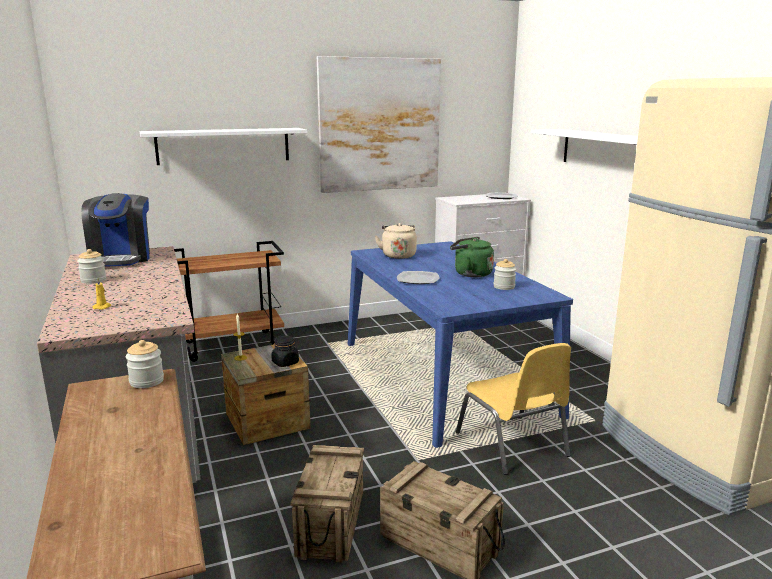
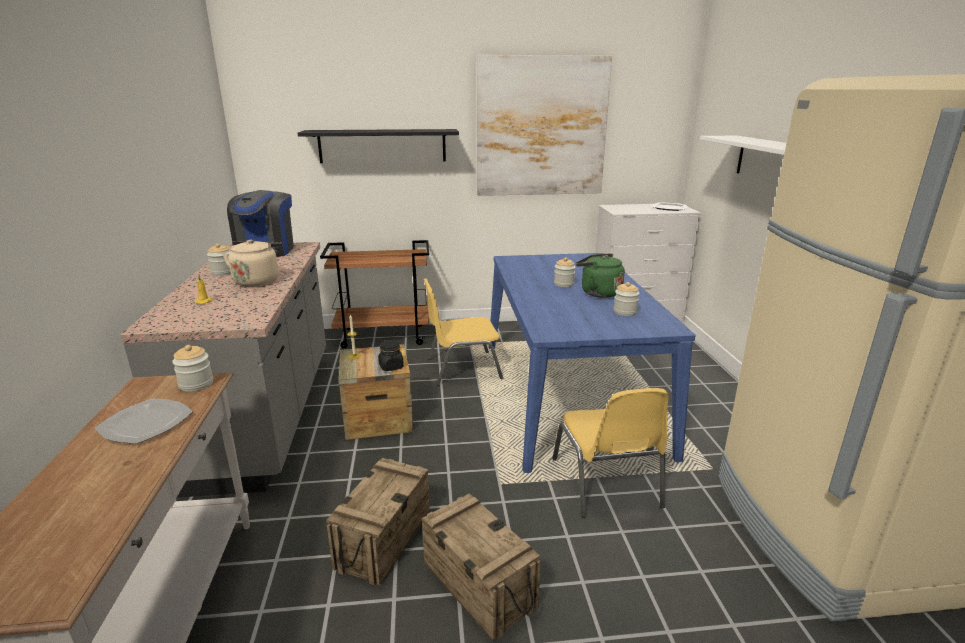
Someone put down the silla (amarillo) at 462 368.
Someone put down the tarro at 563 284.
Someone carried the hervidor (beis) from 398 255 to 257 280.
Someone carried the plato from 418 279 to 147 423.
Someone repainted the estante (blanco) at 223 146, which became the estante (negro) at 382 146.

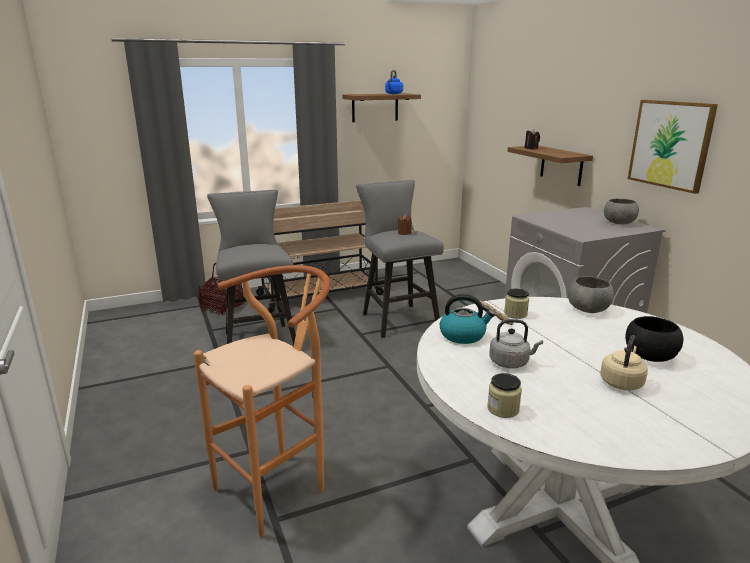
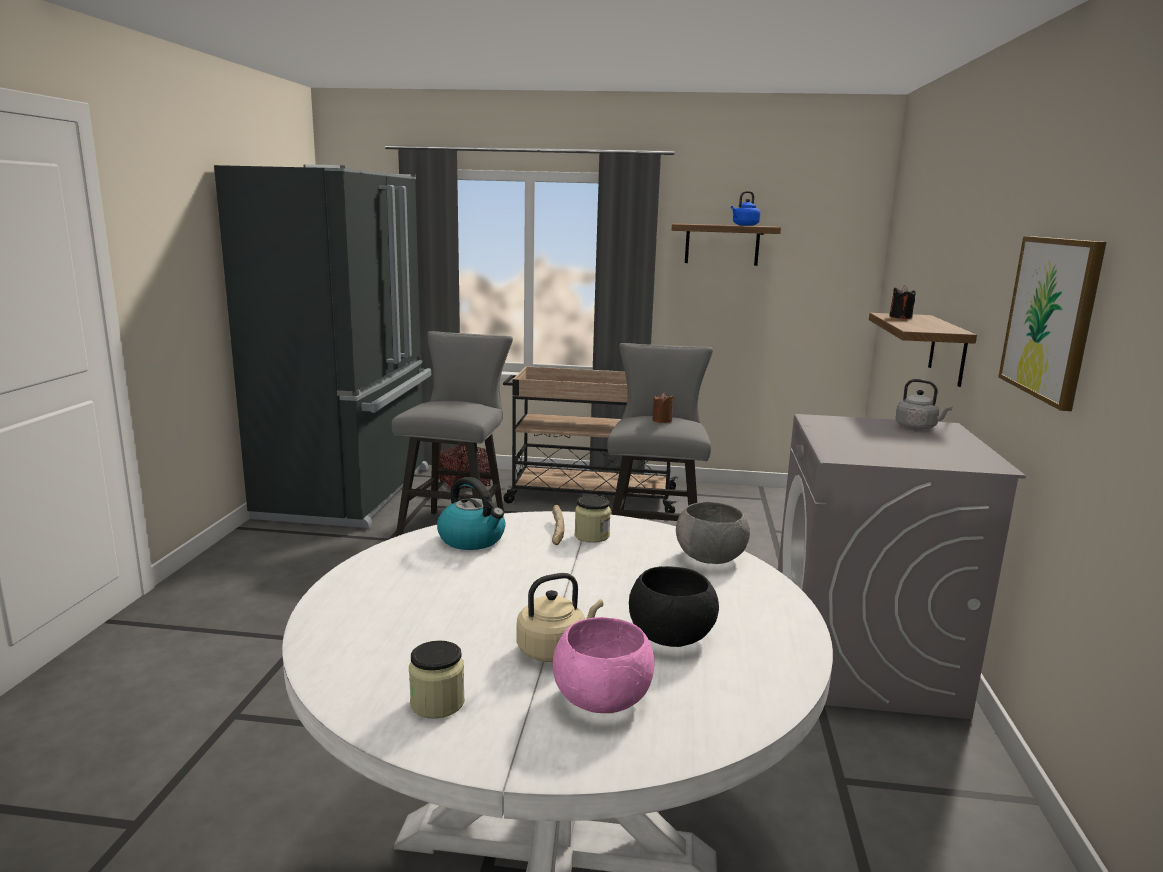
Someone took away the taburete (marrón) at 279 486.
Someone took away the cuenco (gris) at 619 223.
Someone put down the nevera (negro) at 351 492.
Someone put down the cuenco (rosa) at 600 699.
Someone carried the tarro from 503 409 to 437 703.
Someone carried the hervidor (gris) from 511 362 to 918 427.

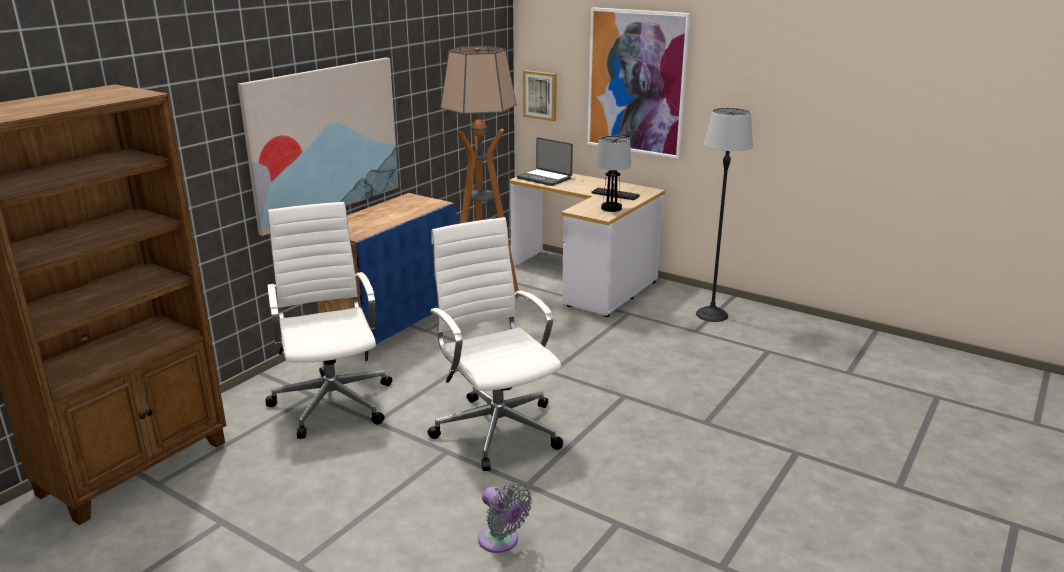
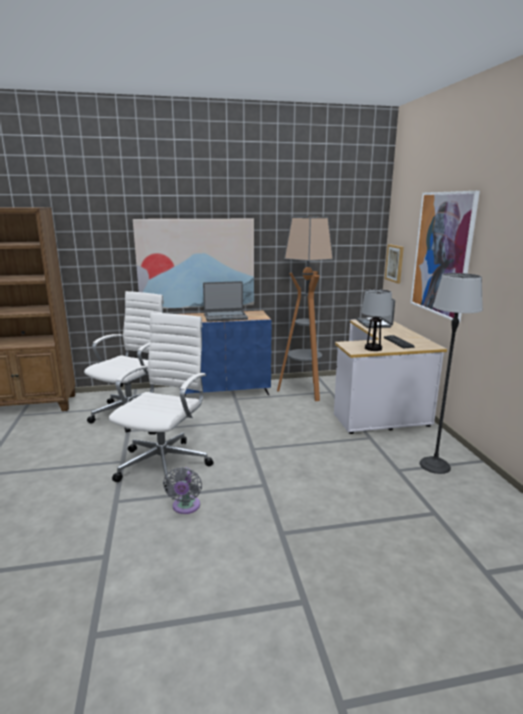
Someone put down the portátil at 225 317.
Someone carried the ventilador (gris) from 501 541 to 185 507.

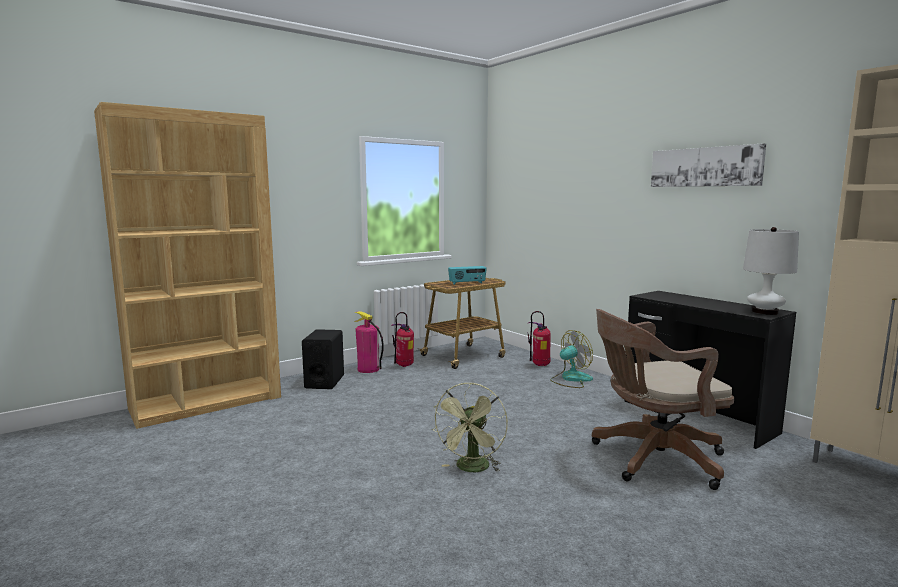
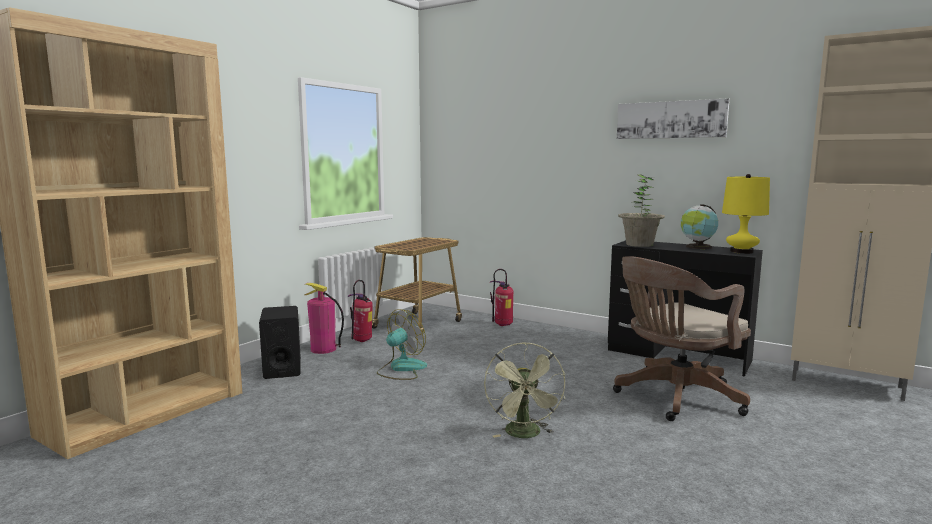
Someone took away the radio at 467 283.
Someone put down the planta en maceta at 639 244.
Someone put down the globo terráqueo at 697 247.
Someone carried the ventilador from 570 379 to 401 369.
Someone repainted the lámpara de mesa (blanco) at 764 312, which became the lámpara de mesa (amarillo) at 741 251.

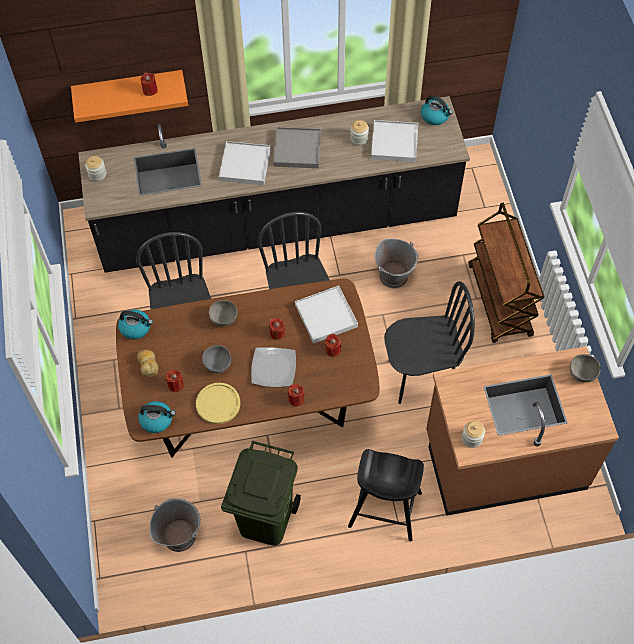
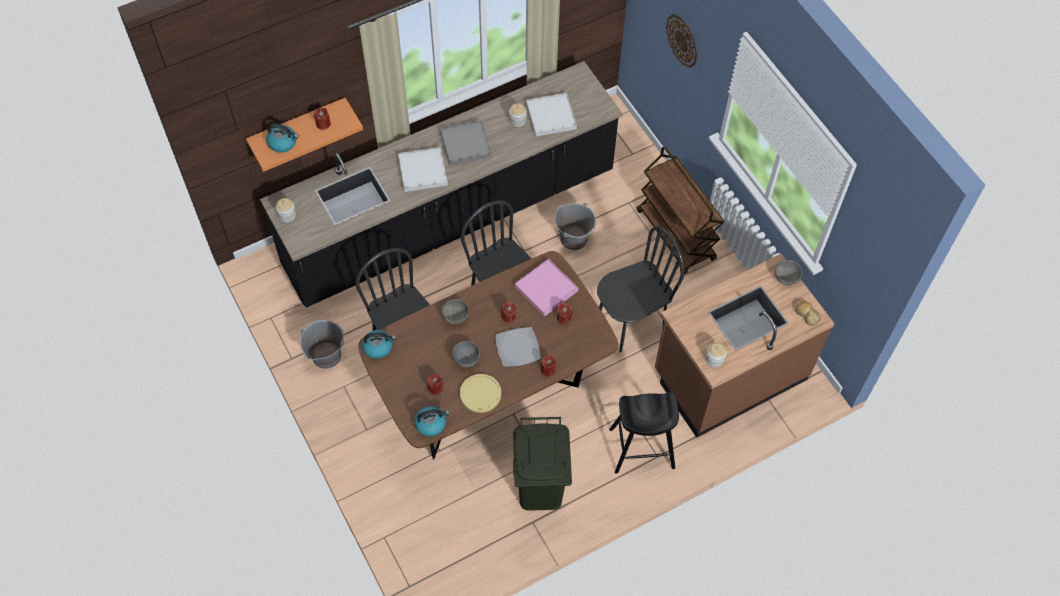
Someone put up the reloj de pared at 682 40.
Someone carried the pan from 148 364 to 807 315.
Someone carried the cubo (gris) from 179 535 to 326 355.
Someone carried the hervidor from 435 116 to 283 142.
Someone repainted the bandeja (blanco) at 326 316, which became the bandeja (rosa) at 546 289.

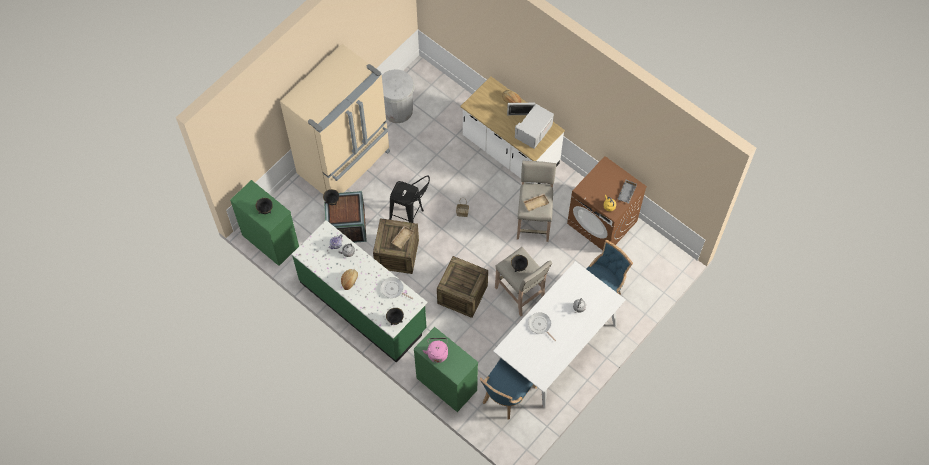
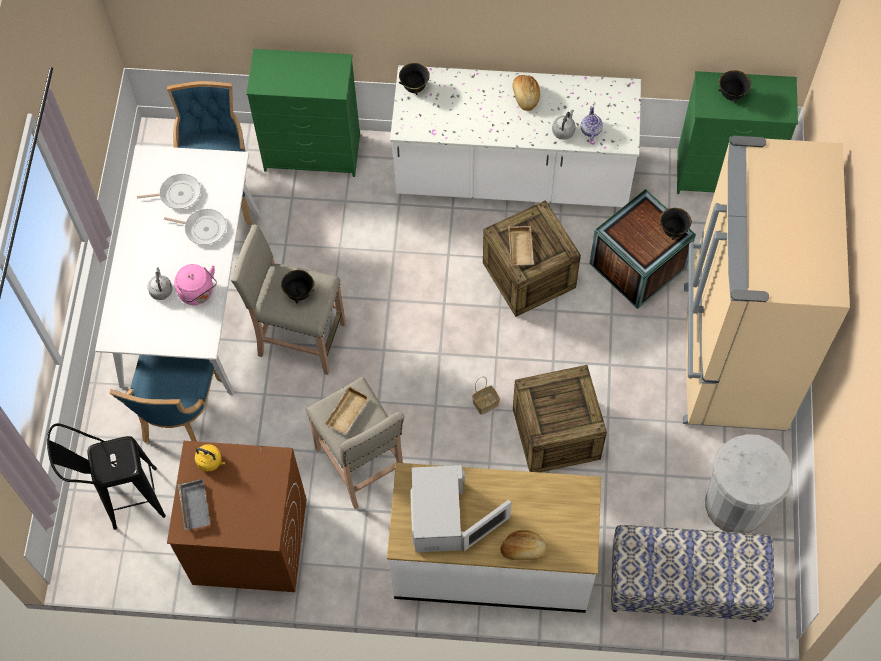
Someone put down the banco at 684 586.
Someone carried the sartén from 393 289 to 177 194.
Someone carried the taburete (negro) from 411 219 to 124 501.
Someone carried the hervidor (rosa) from 437 353 to 198 293.
Someone carried the caja de embalaje from 462 294 to 556 434.
Someone repainted the mueble bajo de cocina (verde) at 363 305, which became the mueble bajo de cocina (blanco) at 512 176.

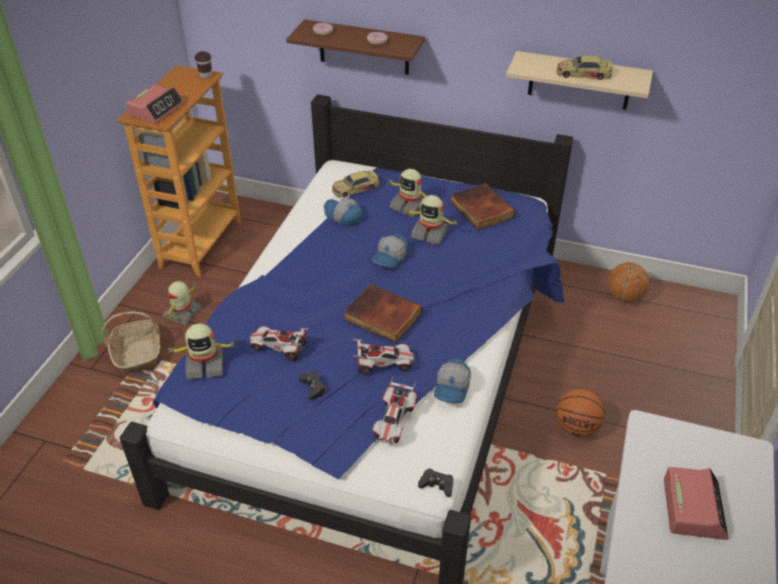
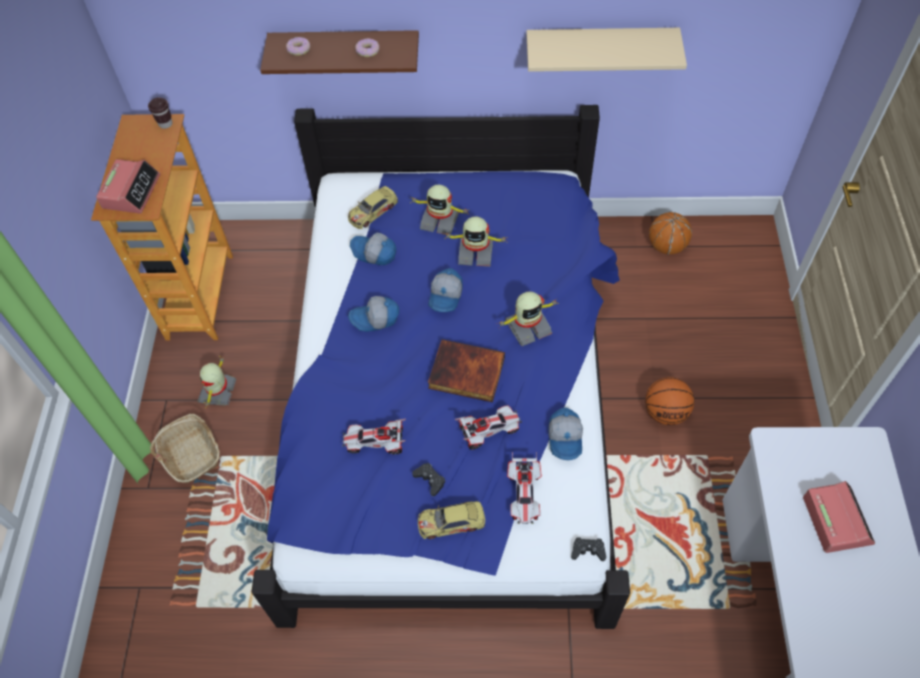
Someone took away the libro at 480 209.
Someone put down the gorra at 375 319.
Someone carried the robot de juguete from 205 364 to 527 326.
Someone carried the coche de juguete from 583 73 to 451 522.

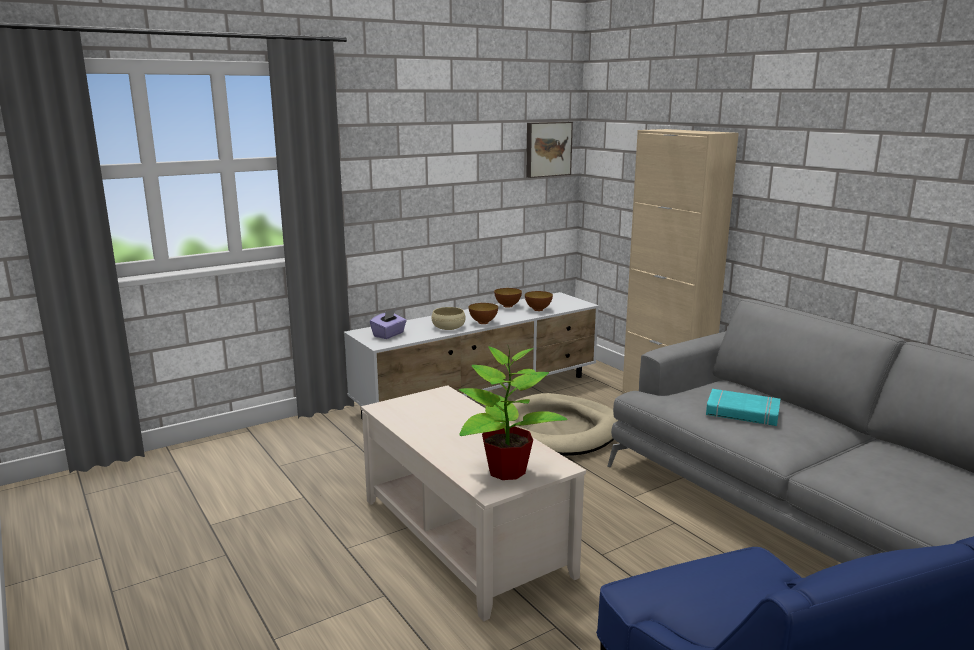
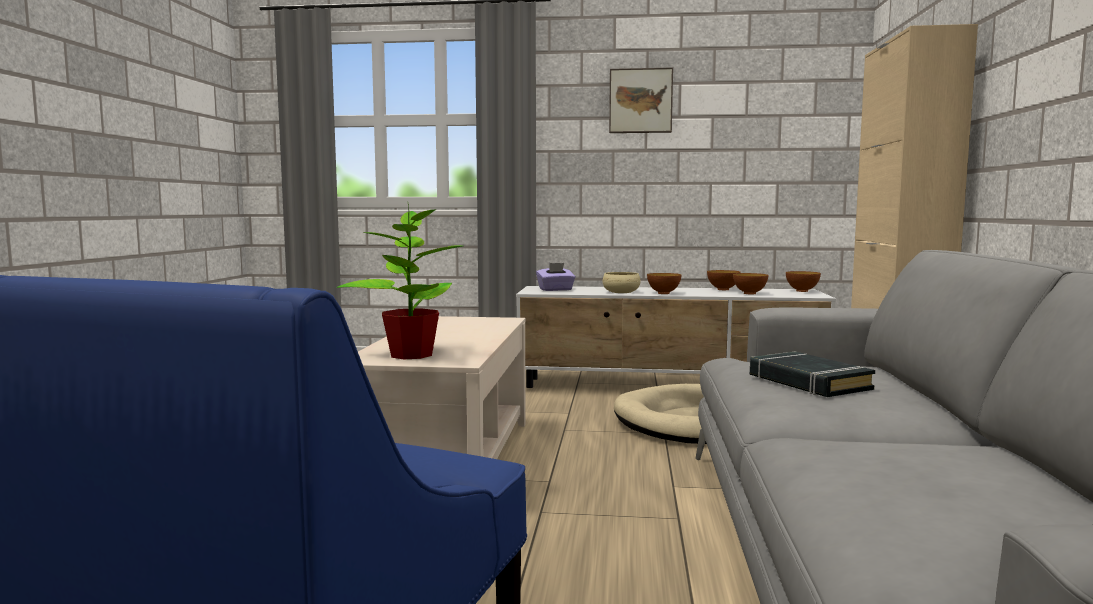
Someone put down the cuenco at 802 291.
Someone carried the cuadro from 547 149 to 640 101.
Someone repainted the libro (turquesa) at 742 413, which became the libro (negro) at 808 382.

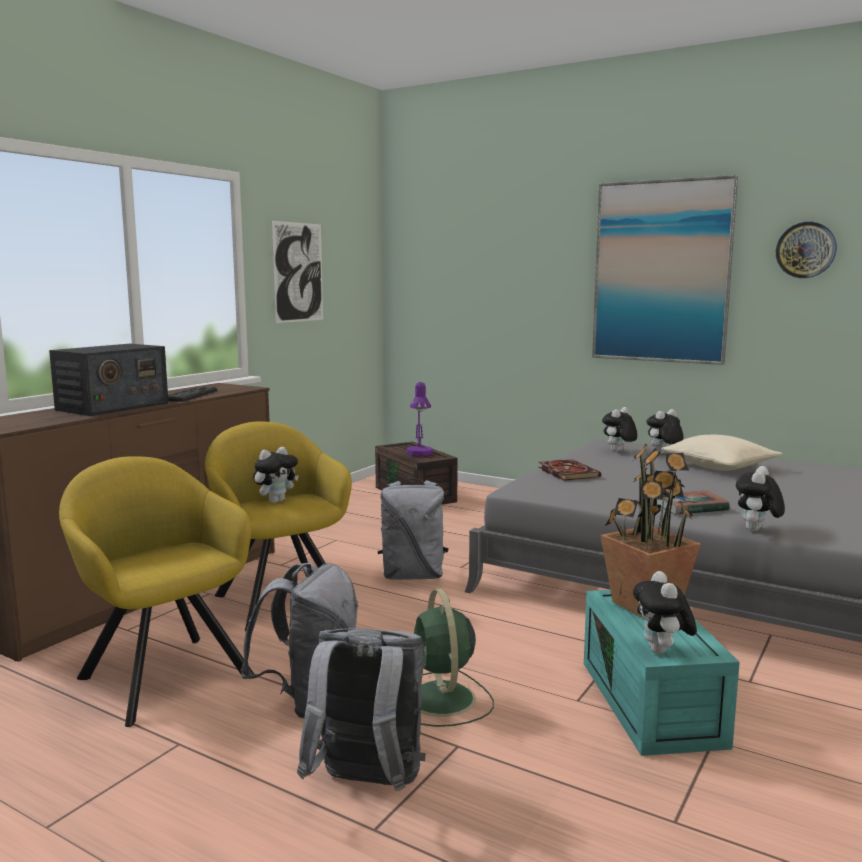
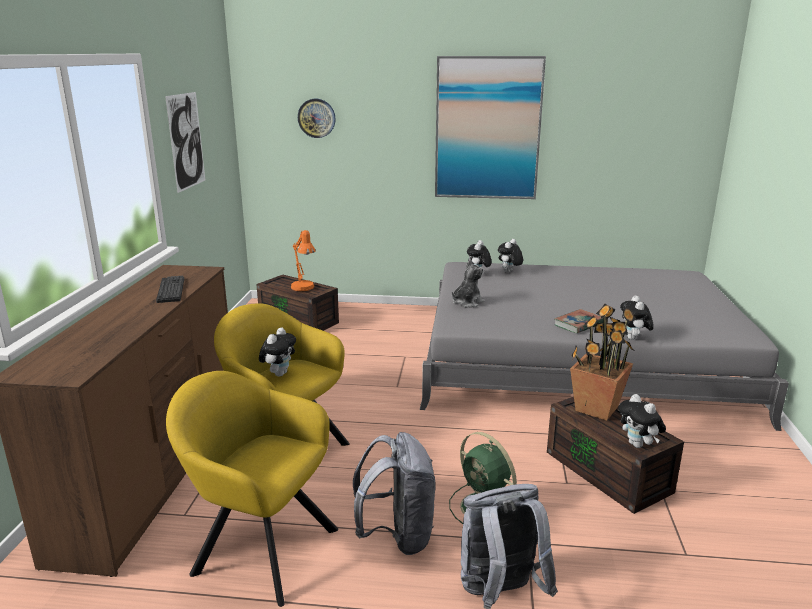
Someone took away the radio at 112 407.
Someone took away the mochila (gris) at 413 576.
Someone took away the cojín (beis) at 719 466.
Someone carried the reloj de pared from 805 250 to 316 118.
Someone swapped the libro at 566 472 for the peluche at 467 302.
Someone repainted the lámpara de mesa (morado) at 420 454, which became the lámpara de mesa (naranja) at 304 289.
Someone repainted the caja de almacenaje (turquesa) at 654 703, which became the caja de almacenaje (marrón) at 610 472.

